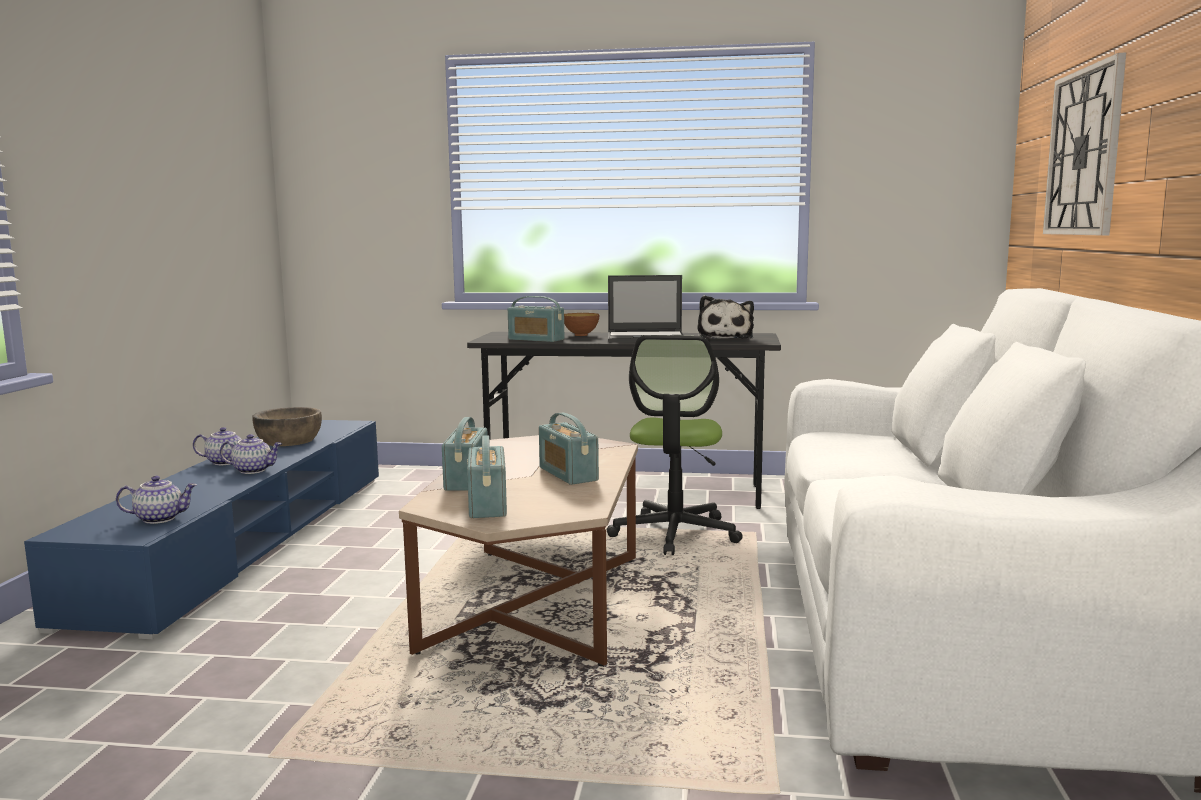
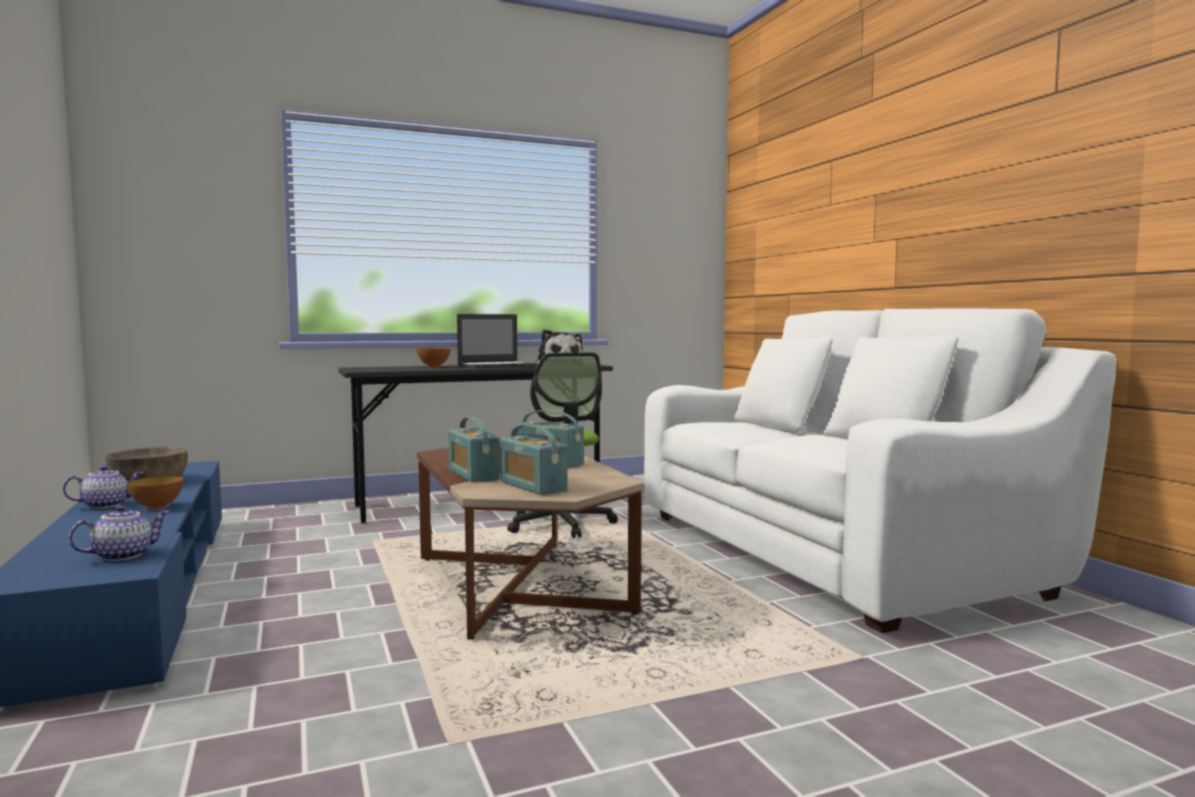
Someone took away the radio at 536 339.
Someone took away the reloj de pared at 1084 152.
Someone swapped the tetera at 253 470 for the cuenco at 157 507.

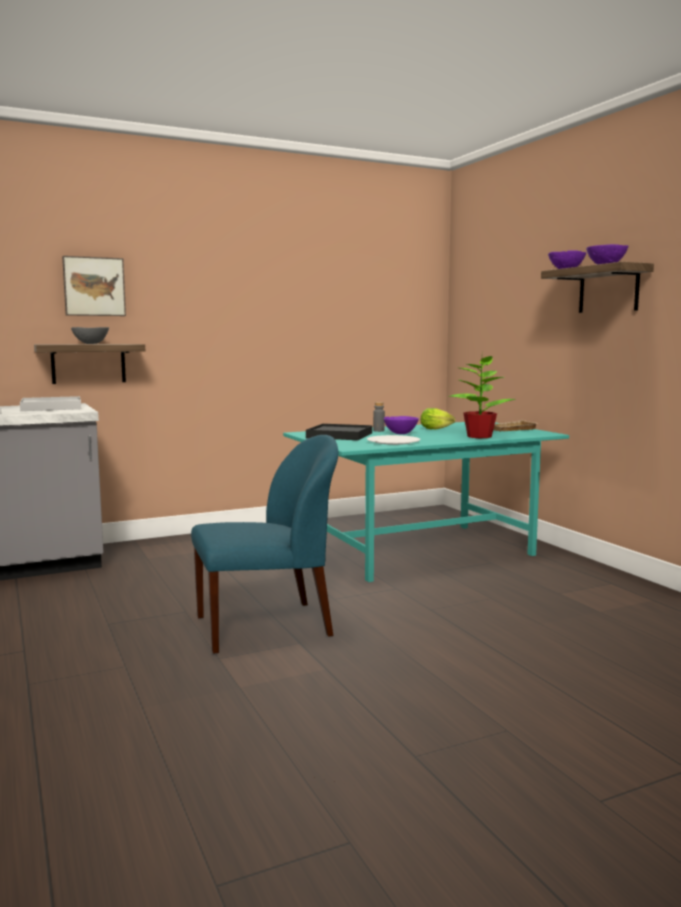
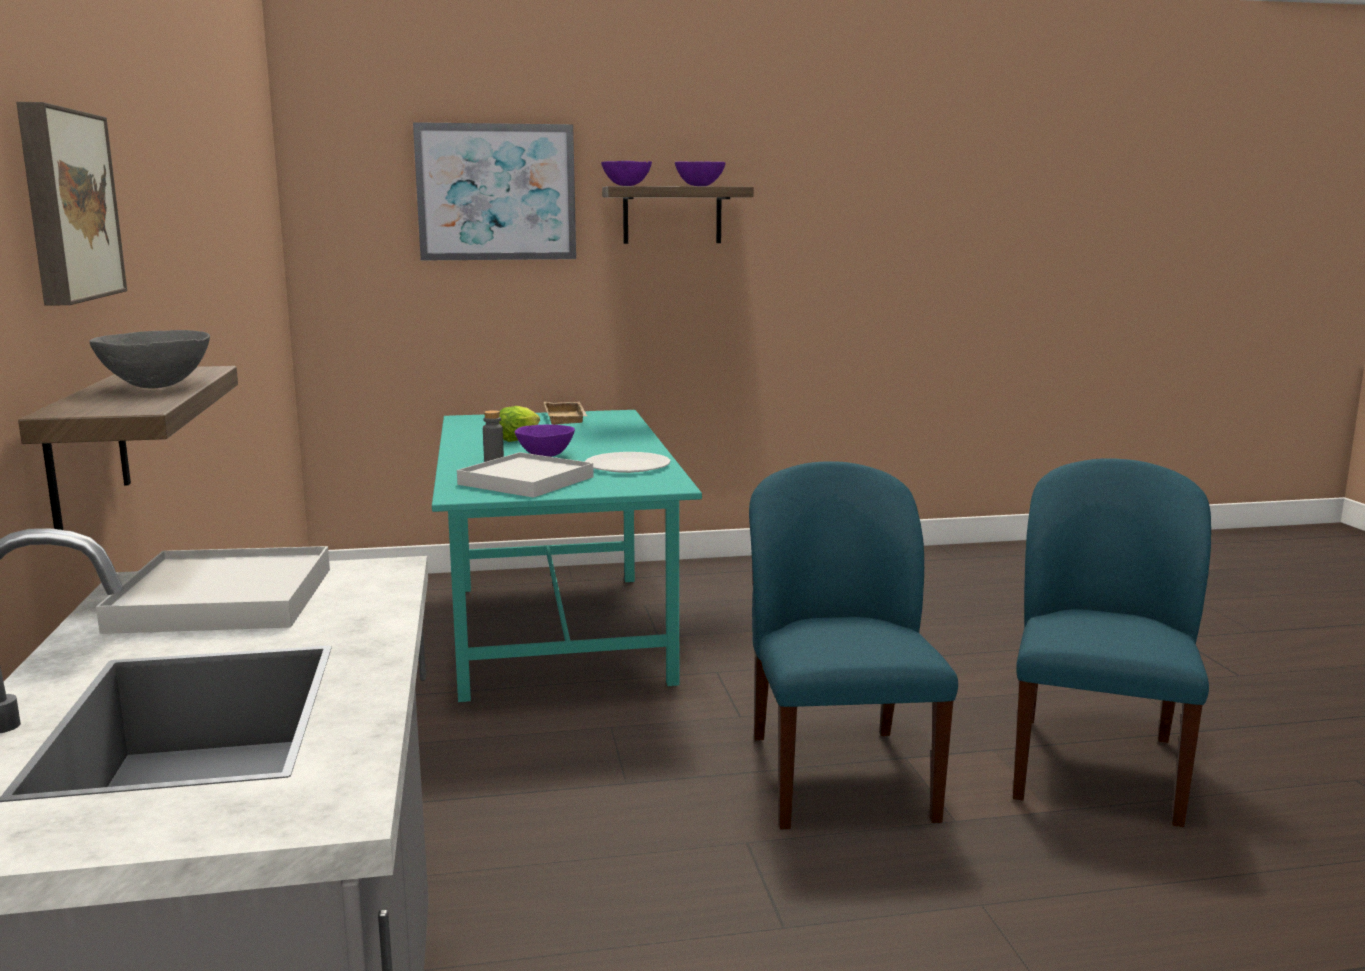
Someone took away the planta en maceta at 479 436.
Someone put up the cuadro at 496 192.
Someone put down the silla (azul) at 1095 767.
Someone repainted the bandeja (negro) at 339 435, which became the bandeja (blanco) at 526 481.

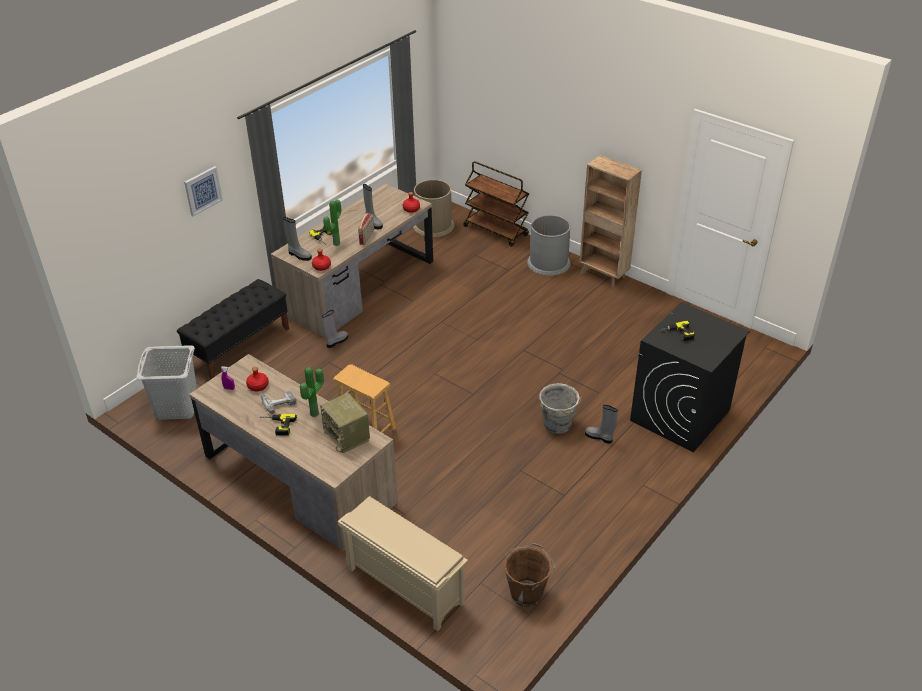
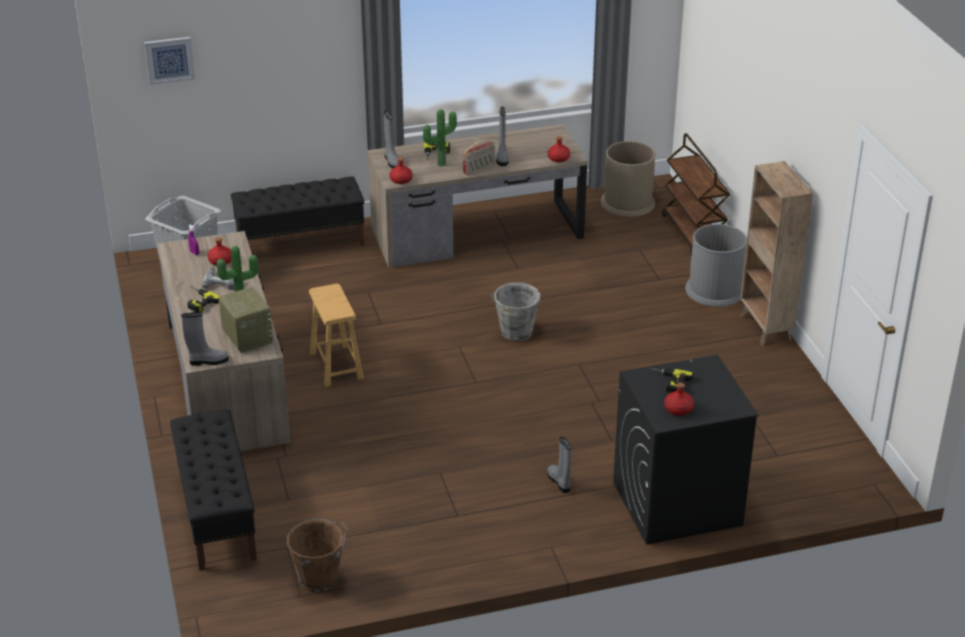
Someone put down the botella (rojo) at 678 409.
Someone carried the cuadro from 203 190 to 169 60.
Someone carried the bota (gris) from 336 341 to 207 361.
Someone carried the cubo (gris) from 557 425 to 516 333.
Someone swapped the zapatero (beis) at 403 586 for the banco (negro) at 216 514.
Someone rotated the radio at 347 436 by 150 degrees clockwise.

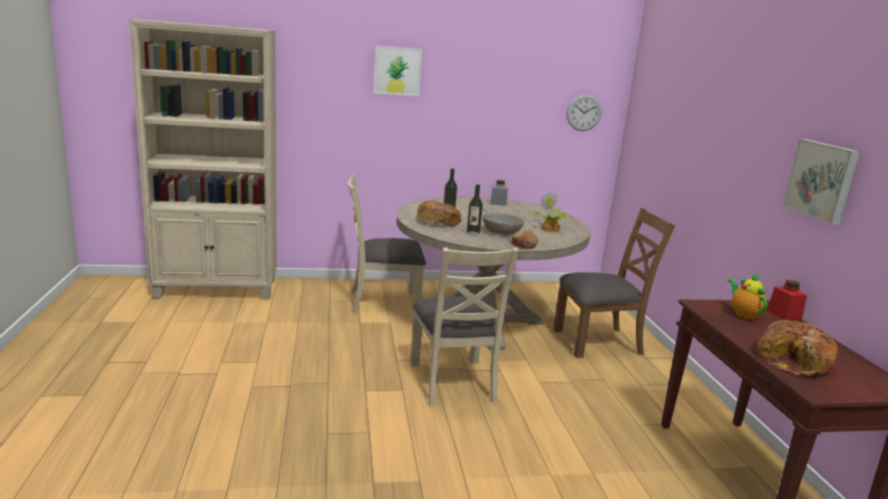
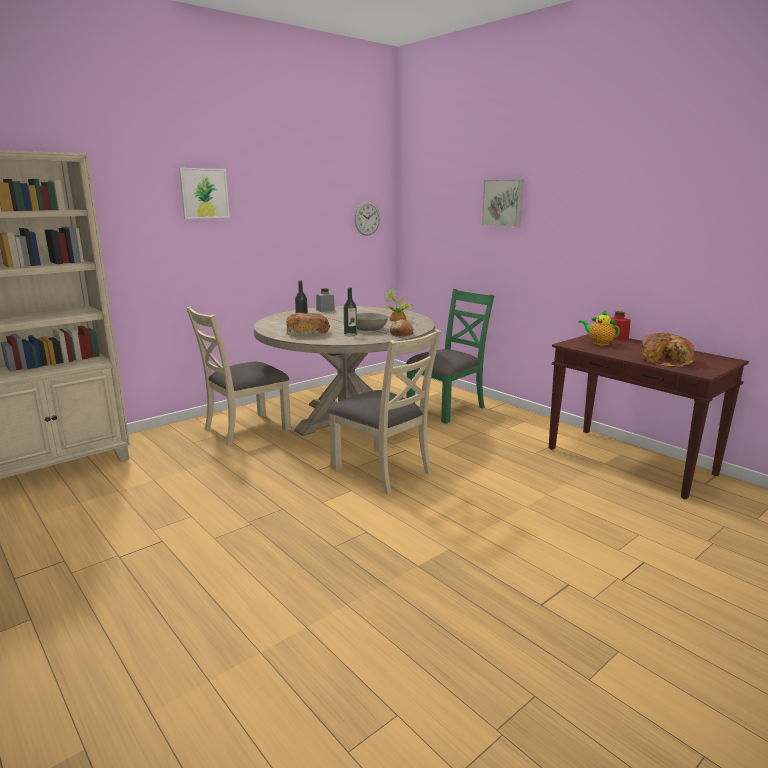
Someone carried the cuadro from 822 180 to 503 203.
Someone repainted the silla (marrón) at 598 342, which became the silla (verde) at 447 408.

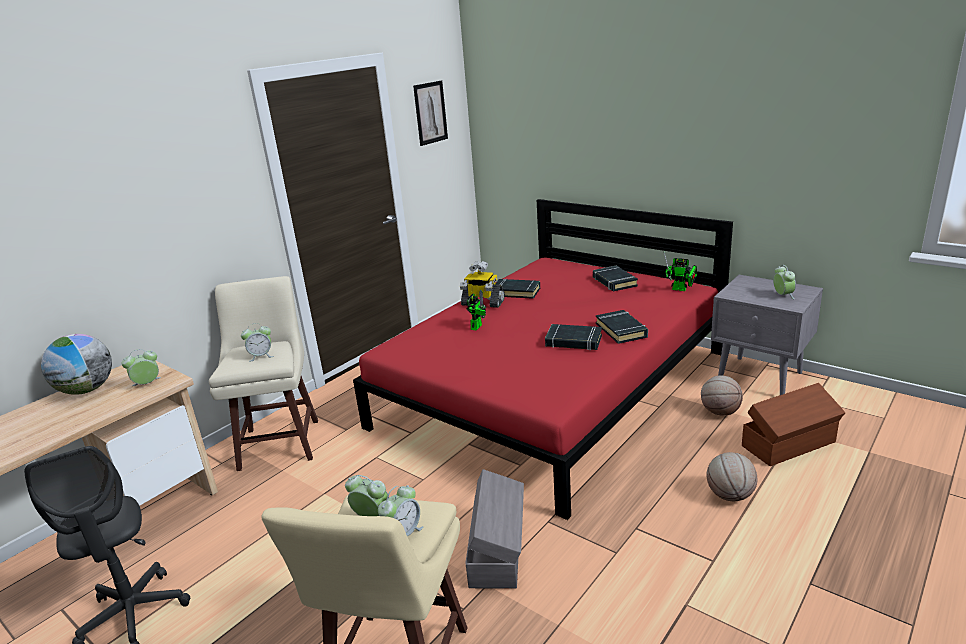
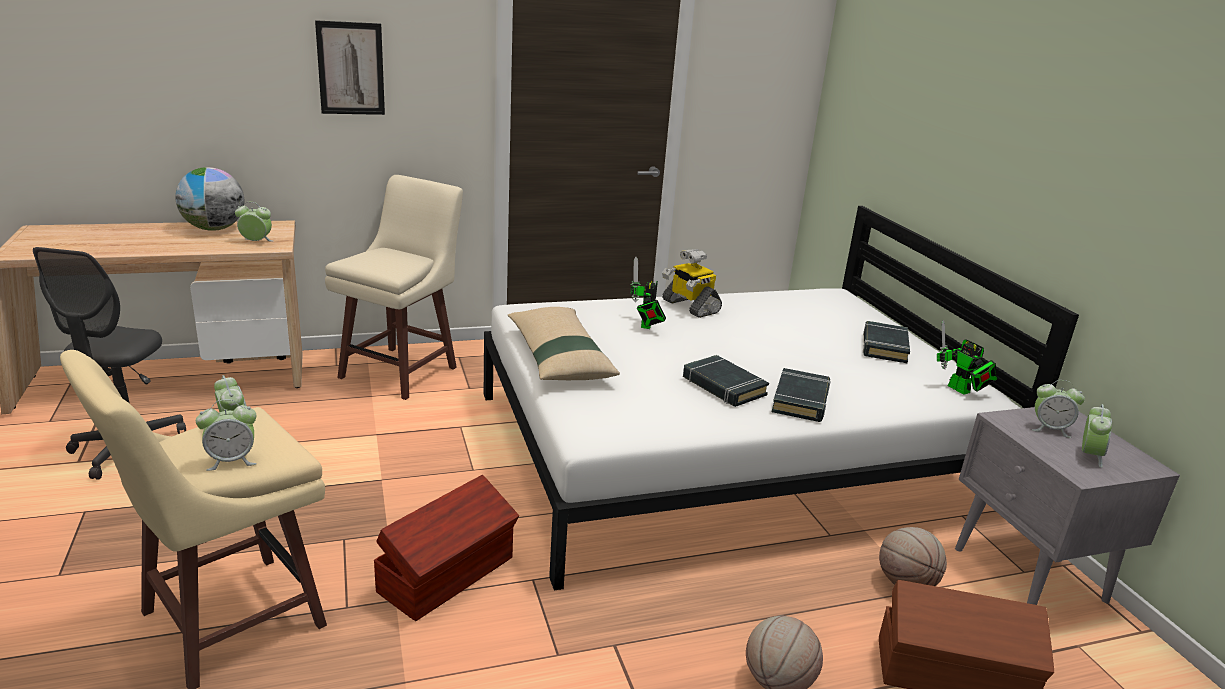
Someone took away the libro (negro) at 516 292.
Someone put down the cojín (beis) at 558 357.
Someone carried the despertador from 261 356 to 1049 429.
Someone carried the cuadro from 430 113 to 351 68.
Someone repainted the cama (rojo) at 554 388, which became the cama (blanco) at 727 452.
Someone repainted the caja de almacenaje (gris) at 497 549, which became the caja de almacenaje (marrón) at 449 575.
Someone rotated the robot de juguete at 477 326 by 135 degrees clockwise.

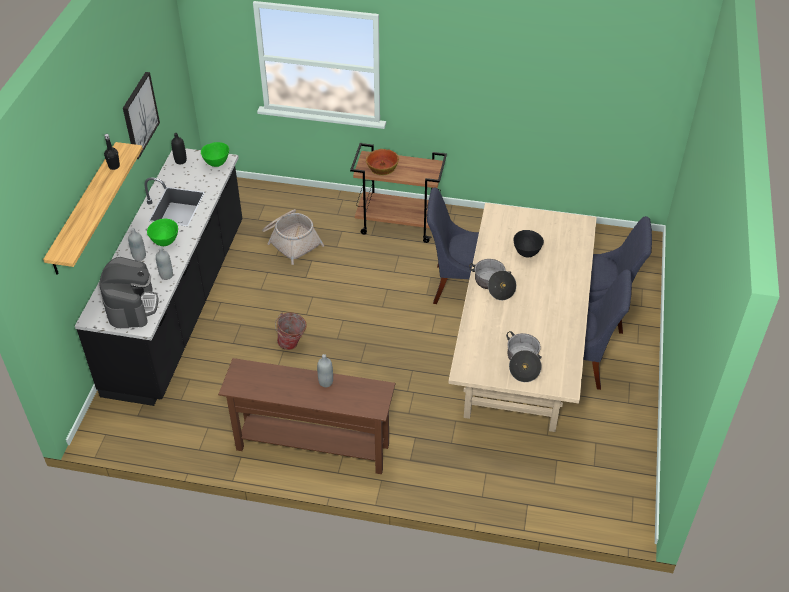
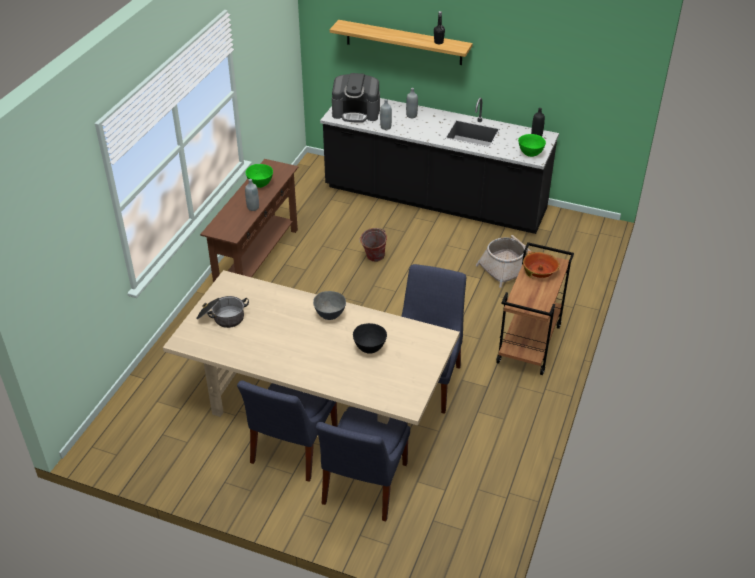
Someone took away the cuadro at 139 115.
Someone carried the cuenco (verde) from 165 242 to 260 185.
Someone swapped the olla at 493 285 for the cuenco (gris) at 329 316.

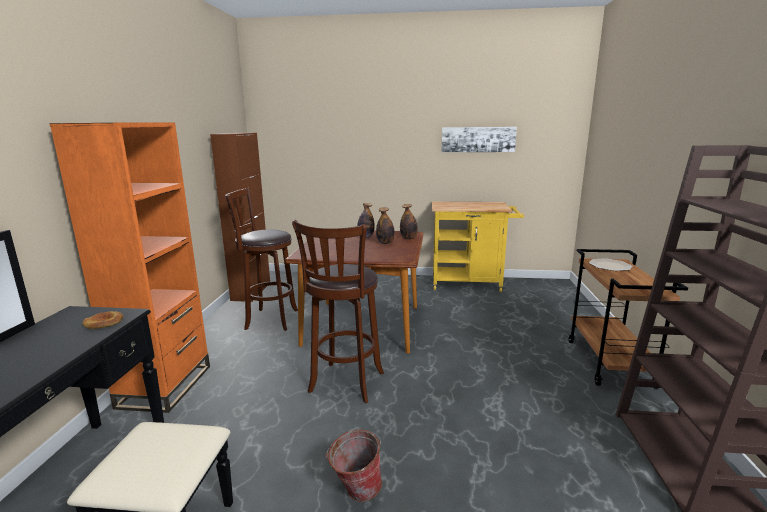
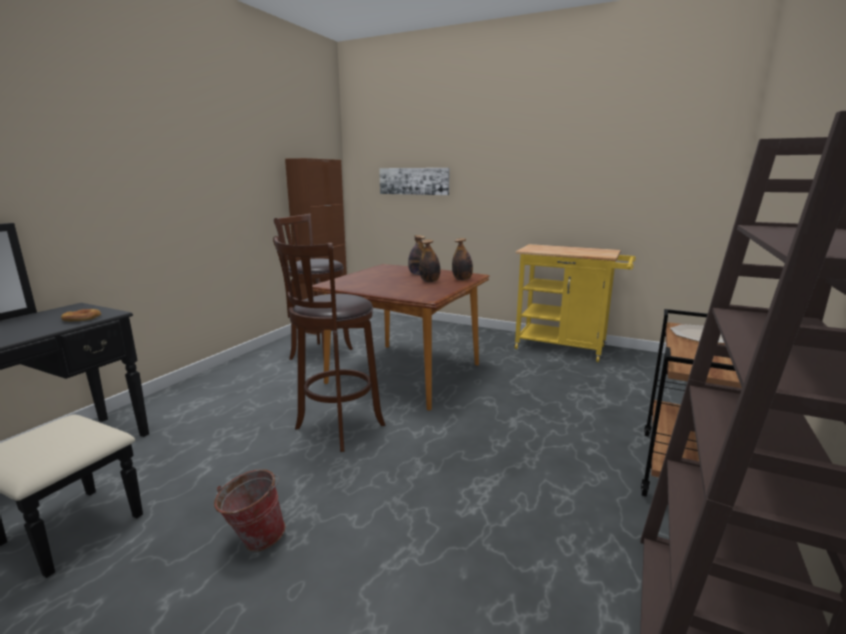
Someone took away the estantería (naranja) at 165 386.
Someone carried the cuadro from 478 139 to 414 181.

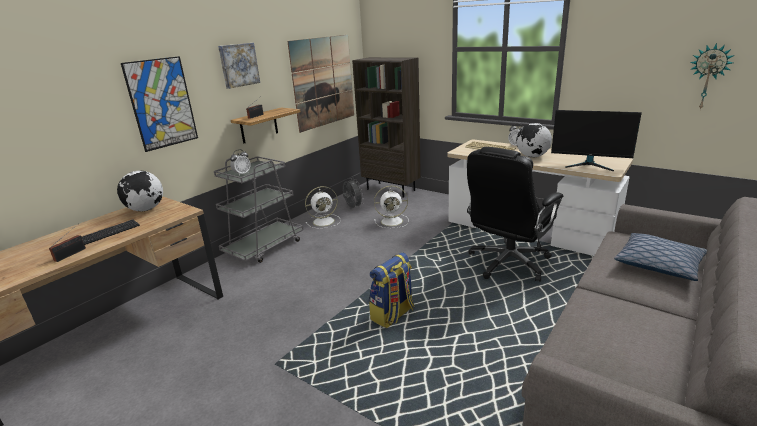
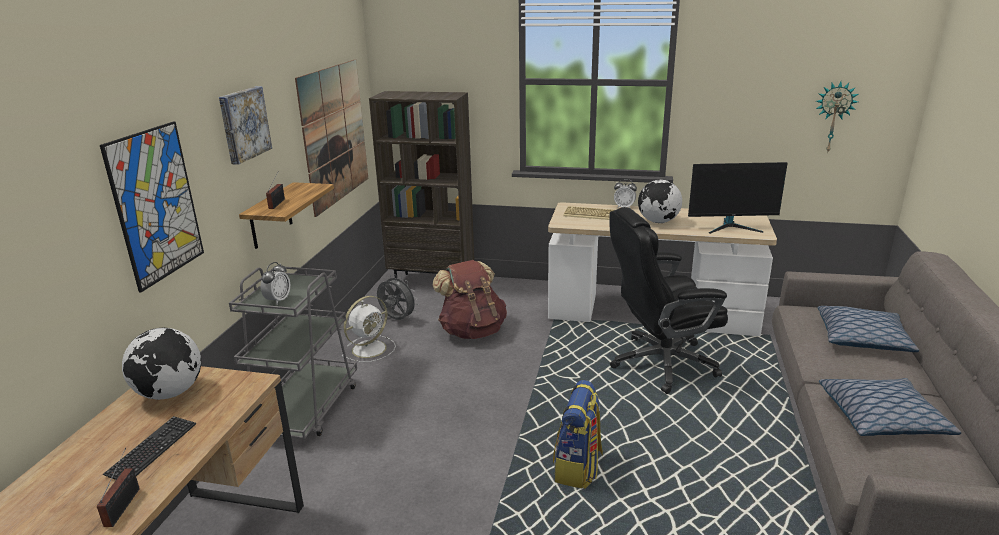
Someone put down the cojín at 881 418.
Someone swapped the ventilador (blanco) at 393 221 for the mochila (marrón) at 472 331.
Someone rotated the silla de oficina (negro) at 508 263 by 60 degrees clockwise.

